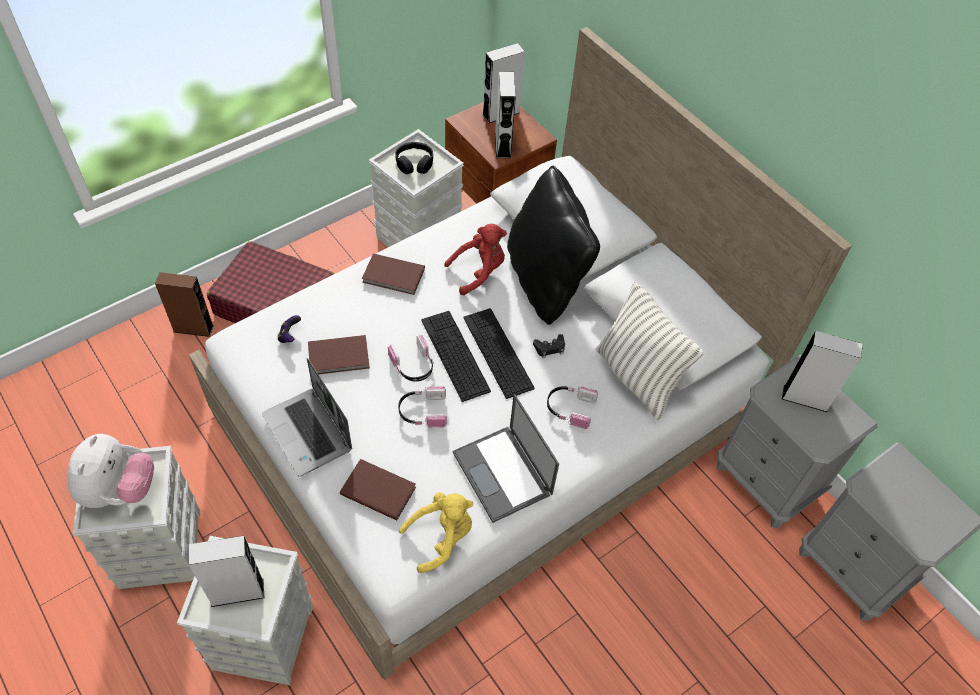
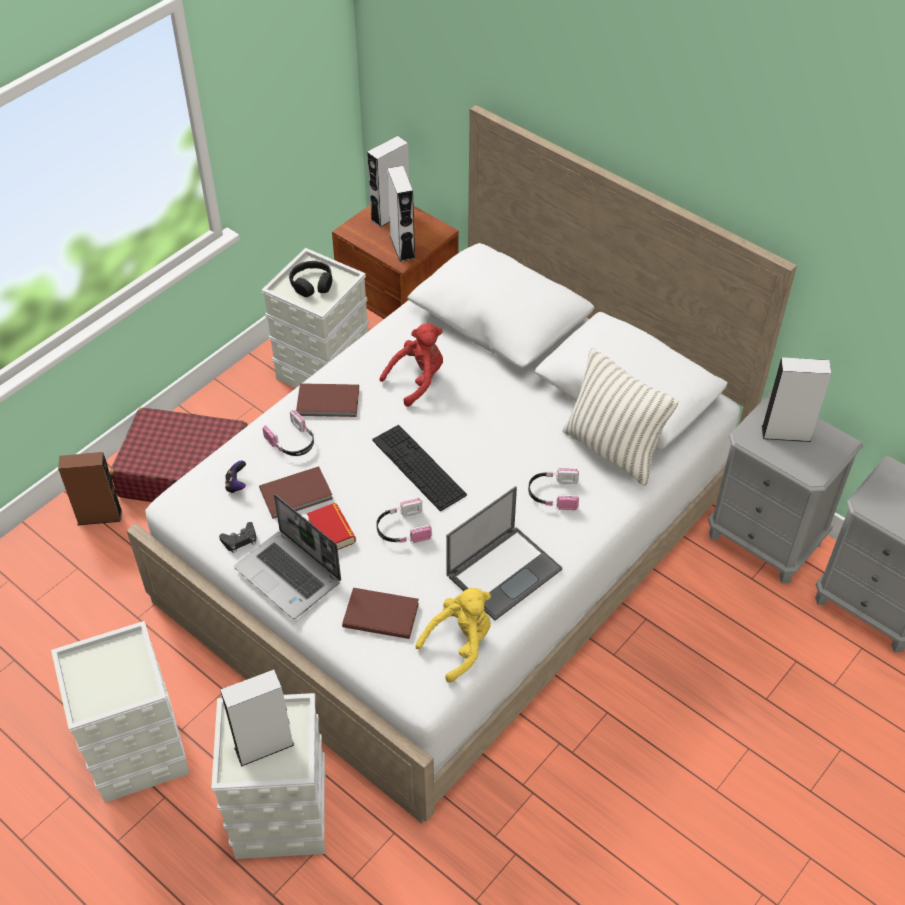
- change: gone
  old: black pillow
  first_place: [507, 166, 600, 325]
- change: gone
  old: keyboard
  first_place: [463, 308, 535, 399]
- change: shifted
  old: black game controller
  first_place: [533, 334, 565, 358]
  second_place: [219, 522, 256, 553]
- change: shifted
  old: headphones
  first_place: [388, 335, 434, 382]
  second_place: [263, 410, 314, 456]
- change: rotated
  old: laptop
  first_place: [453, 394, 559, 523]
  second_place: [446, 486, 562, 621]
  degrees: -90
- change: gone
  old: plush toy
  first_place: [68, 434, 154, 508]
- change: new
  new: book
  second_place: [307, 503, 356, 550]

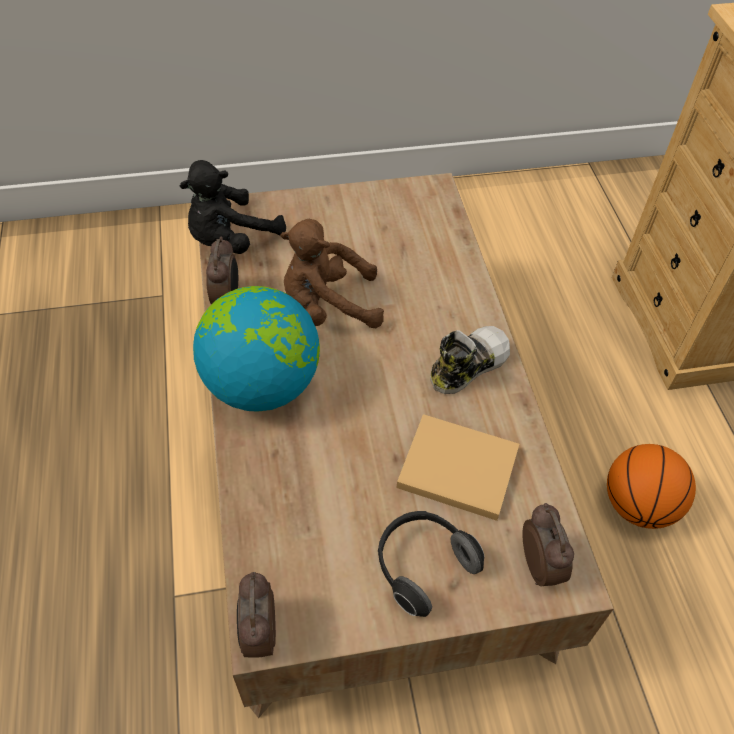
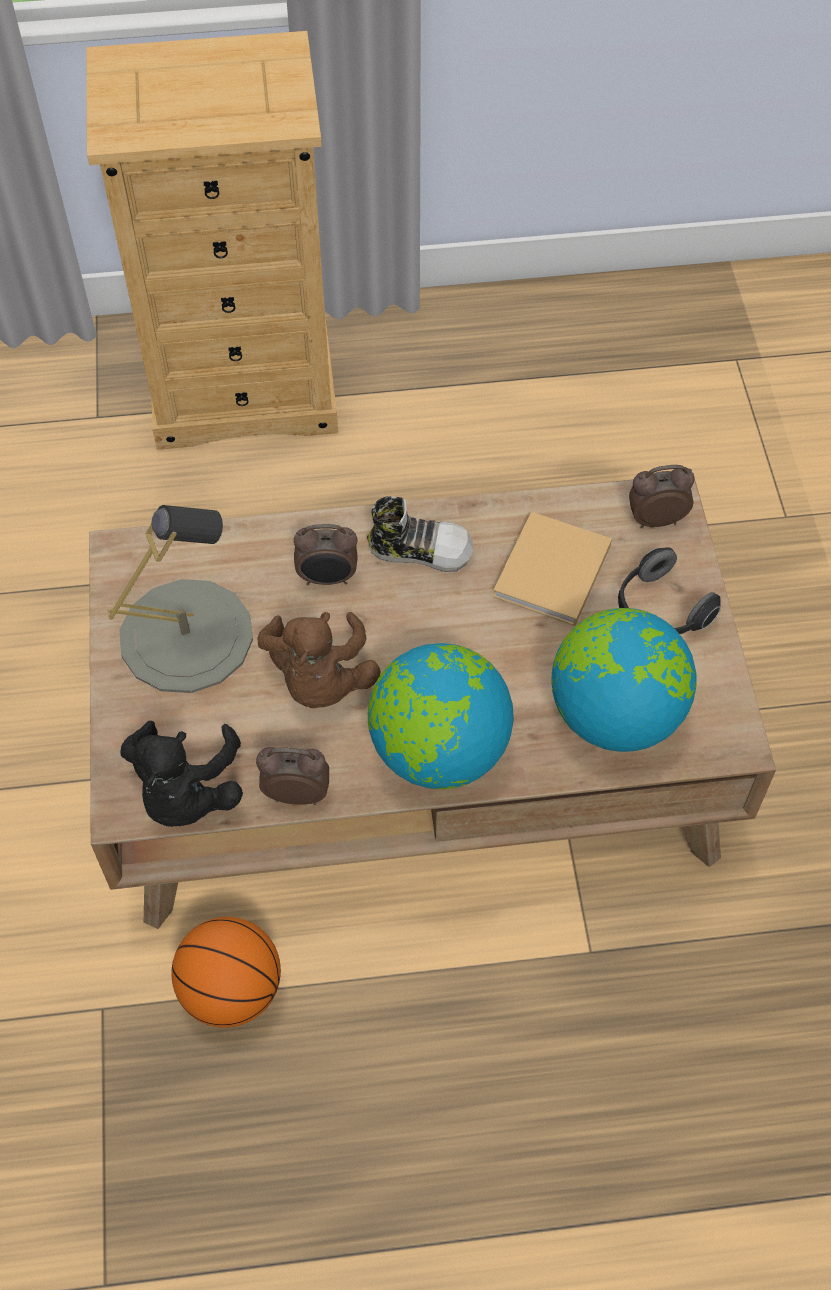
- change: rotated
  old: black plush toy
  first_place: [180, 160, 286, 254]
  second_place: [120, 721, 243, 827]
  degrees: 45
- change: rotated
  old: shoe
  first_place: [430, 326, 510, 394]
  second_place: [367, 496, 473, 572]
  degrees: 135
- change: shifted
  old: basketball
  first_place: [607, 444, 696, 529]
  second_place: [172, 917, 281, 1028]
- change: shifted
  old: alarm clock
  first_place: [237, 572, 276, 658]
  second_place: [294, 524, 358, 585]
- change: new
  new: grey table lamp
  second_place: [107, 505, 253, 693]
- change: new
  new: globe
  second_place: [551, 608, 697, 752]

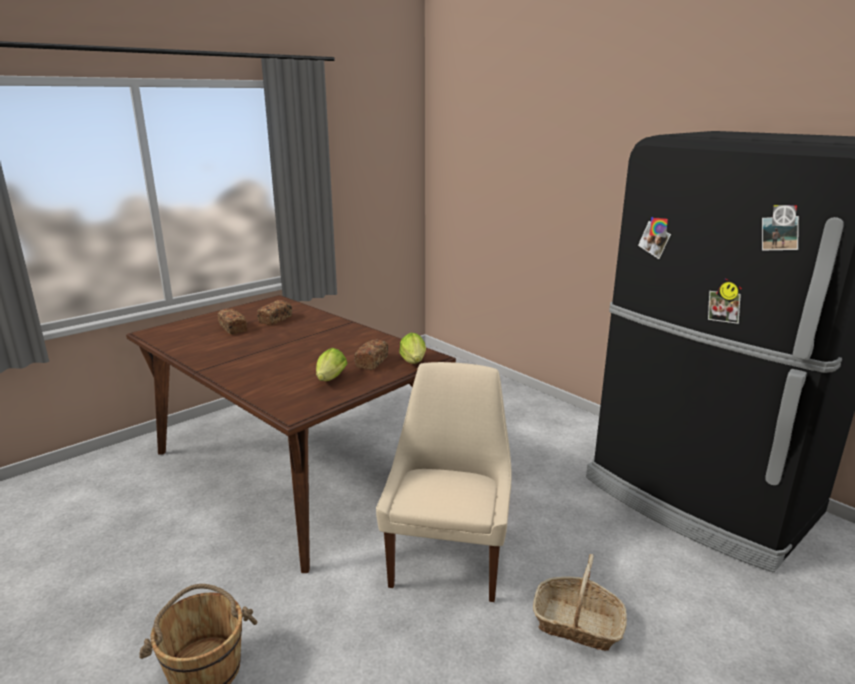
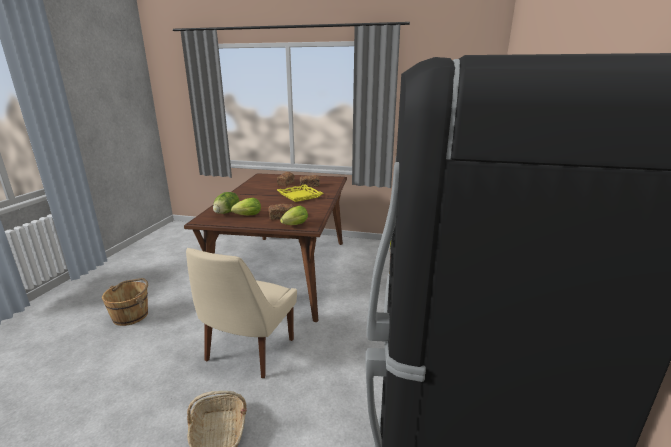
- change: rotated
  old: beige chair
  first_place: [376, 362, 512, 602]
  second_place: [186, 248, 297, 378]
  degrees: 135
- change: new
  new: yellow tray
  second_place: [277, 185, 323, 202]
- change: new
  new: lettuce
  second_place: [213, 192, 239, 214]

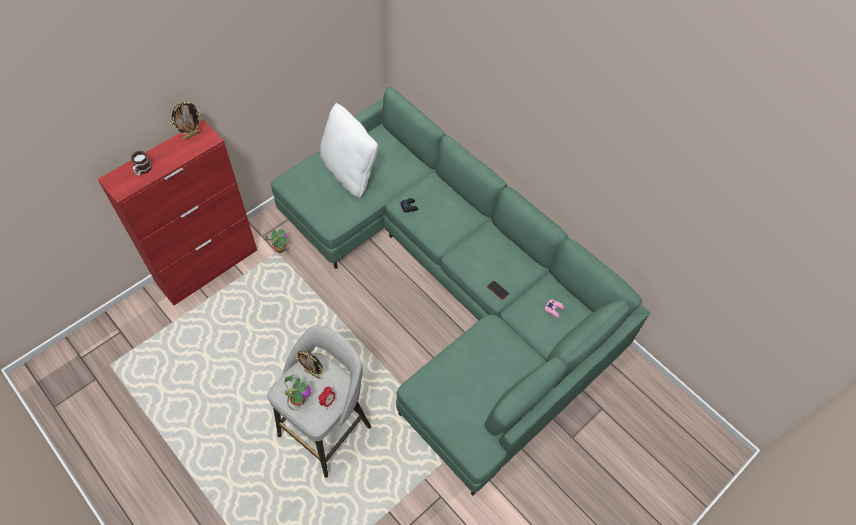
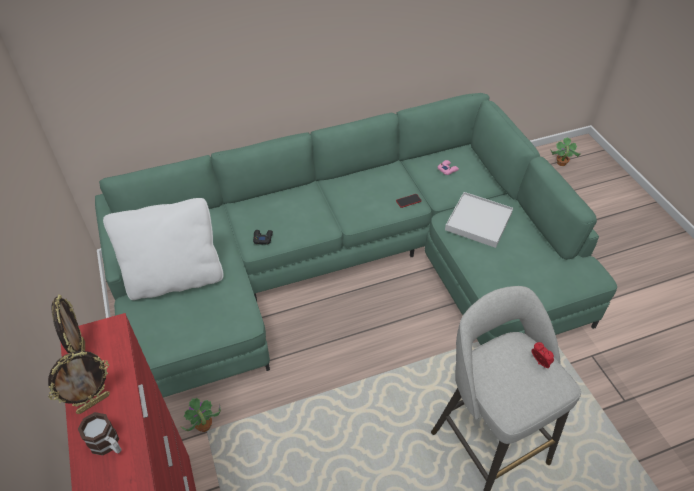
- change: shifted
  old: picture frame
  first_place: [295, 351, 324, 379]
  second_place: [48, 351, 110, 414]
- change: shifted
  old: potted plant
  first_place: [284, 374, 311, 411]
  second_place: [550, 137, 581, 166]
- change: new
  new: white tray
  second_place: [445, 192, 513, 248]

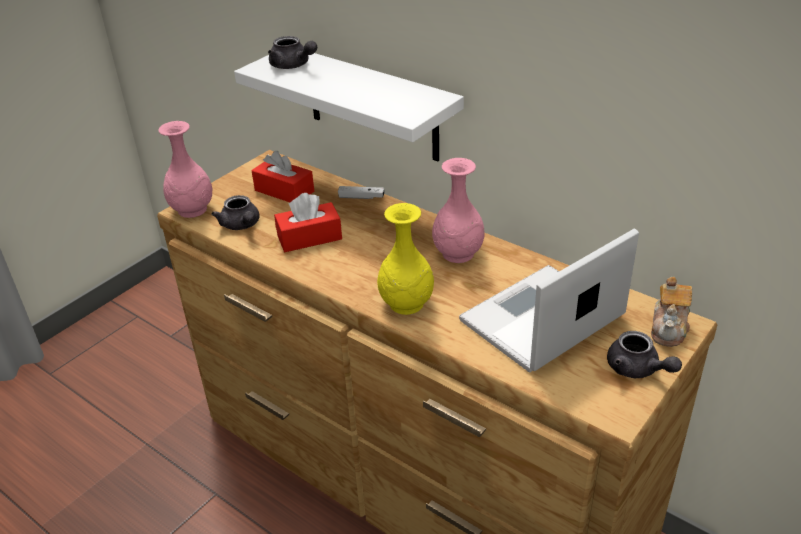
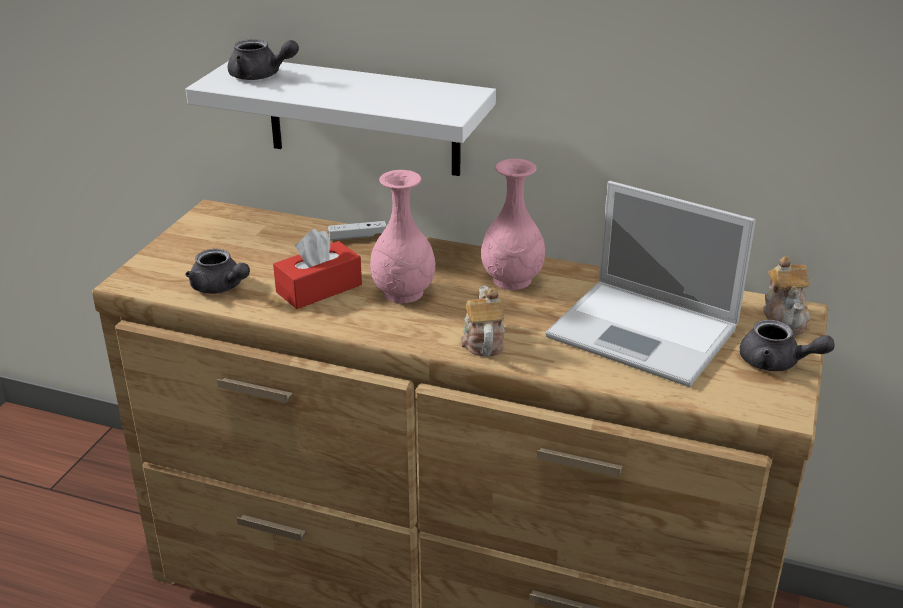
- change: shifted
  old: pink vase
  first_place: [158, 121, 212, 218]
  second_place: [370, 170, 436, 303]
- change: gone
  old: red tissue box
  first_place: [251, 151, 314, 202]
- change: swapped
  old: yellow vase
  new: teapot
  first_place: [377, 203, 434, 315]
  second_place: [461, 285, 505, 357]
- change: rotated
  old: laptop
  first_place: [459, 228, 639, 373]
  second_place: [545, 181, 756, 387]
  degrees: -90

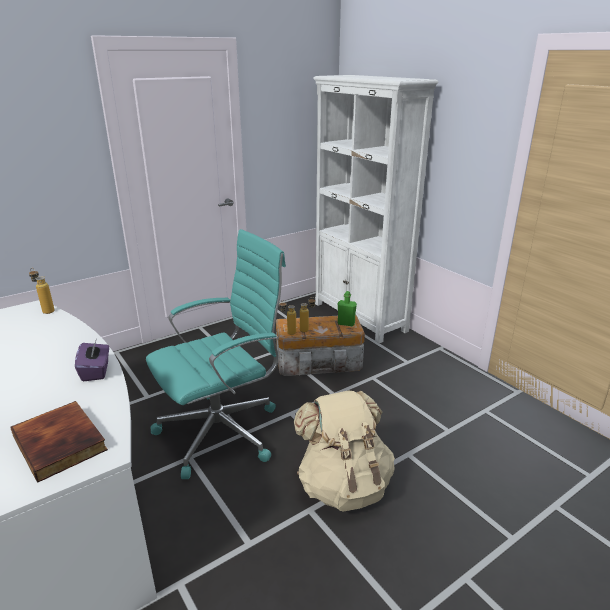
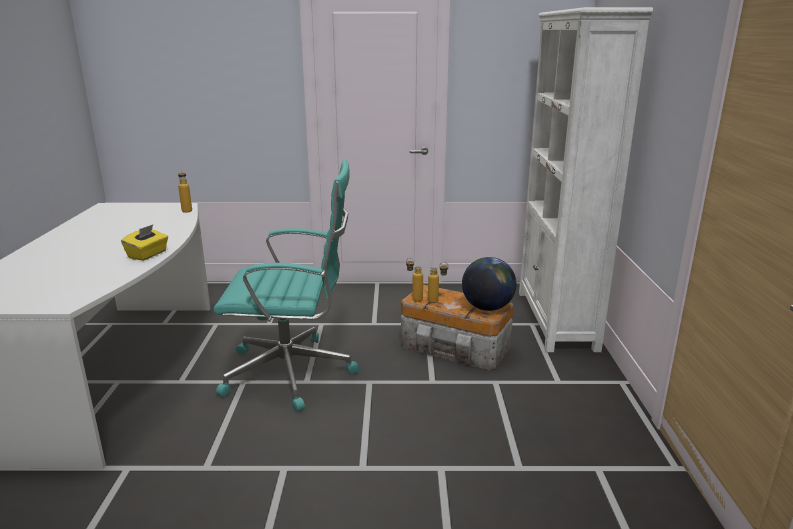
- change: swapped
  old: green bottle
  new: globe
  first_place: [338, 291, 357, 326]
  second_place: [462, 257, 517, 311]
- change: repainted
  old: purple tissue box
  new: yellow tissue box
  first_place: [75, 339, 109, 382]
  second_place: [121, 225, 168, 261]
- change: gone
  old: beige backpack
  first_place: [294, 390, 395, 512]
- change: gone
  old: book
  first_place: [11, 401, 108, 482]

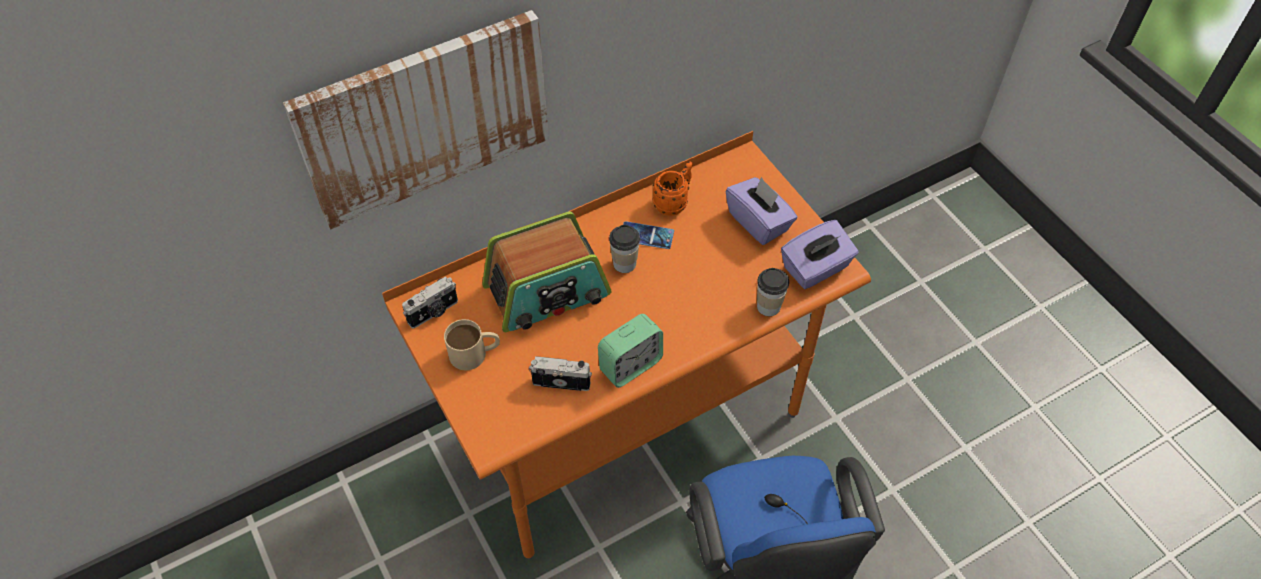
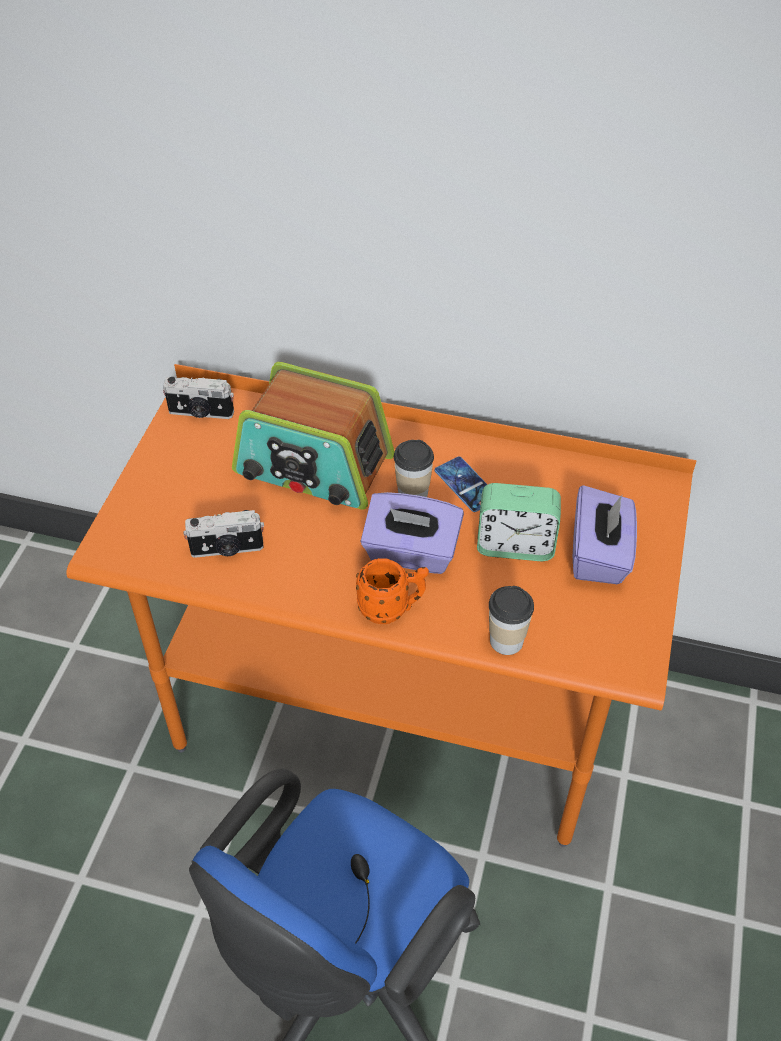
- change: gone
  old: picture
  first_place: [283, 10, 549, 229]
- change: shifted
  old: orange mug
  first_place: [653, 161, 693, 216]
  second_place: [356, 558, 429, 624]
- change: shifted
  old: purple tissue box
  first_place: [781, 220, 858, 289]
  second_place: [360, 492, 464, 574]
- change: shifted
  old: alarm clock
  first_place: [598, 314, 663, 388]
  second_place: [477, 483, 561, 561]
- change: gone
  old: beige mug
  first_place: [444, 319, 500, 370]
- change: rotated
  old: photo camera
  first_place: [529, 356, 592, 391]
  second_place: [184, 510, 264, 558]
  degrees: 120

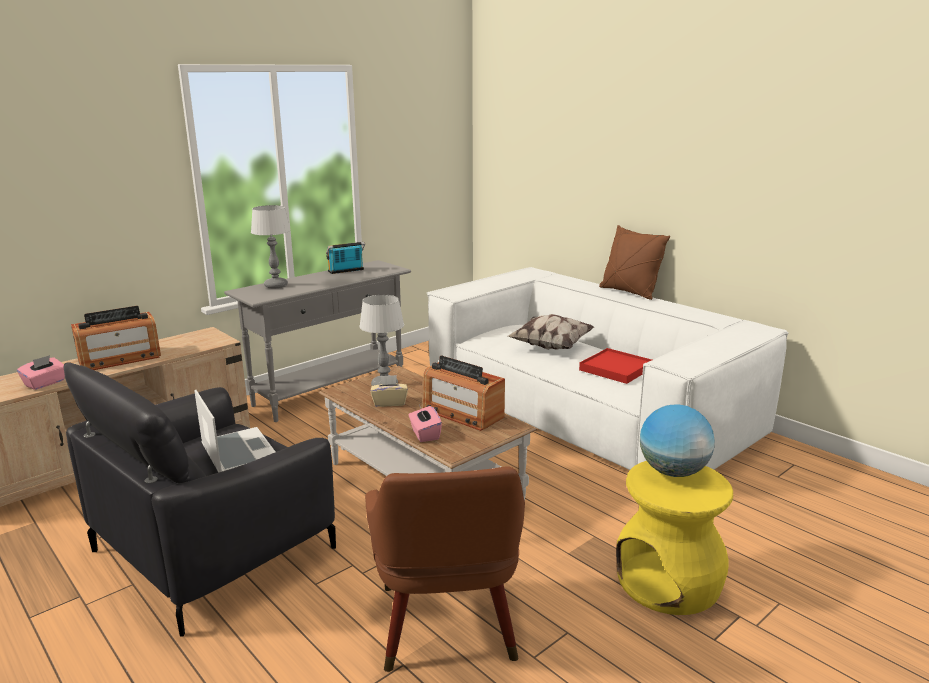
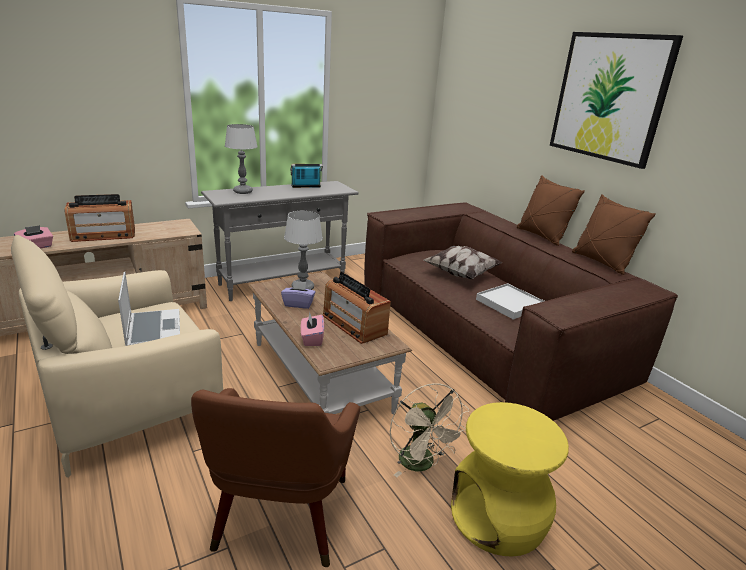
- change: repainted
  old: white sofa
  new: brown sofa
  first_place: [427, 267, 788, 470]
  second_place: [364, 202, 678, 421]
- change: repainted
  old: red tray
  new: white tray
  first_place: [579, 348, 652, 384]
  second_place: [476, 283, 544, 320]
- change: repainted
  old: black armchair
  new: beige armchair
  first_place: [64, 362, 336, 637]
  second_place: [11, 235, 223, 478]
- change: repainted
  old: beige tissue box
  new: purple tissue box
  first_place: [370, 375, 408, 407]
  second_place: [281, 280, 316, 309]
- change: gone
  old: globe
  first_place: [640, 405, 715, 477]
- change: new
  new: picture
  second_place: [550, 32, 683, 169]
- change: new
  new: brown pillow
  second_place: [572, 194, 656, 275]
- change: new
  new: beige fan
  second_place: [390, 383, 469, 477]

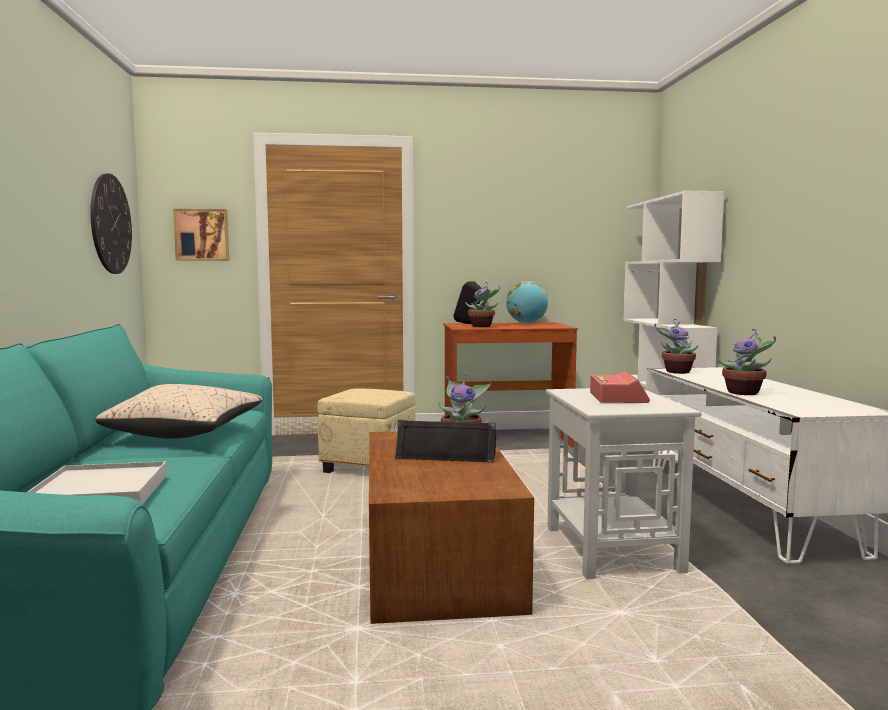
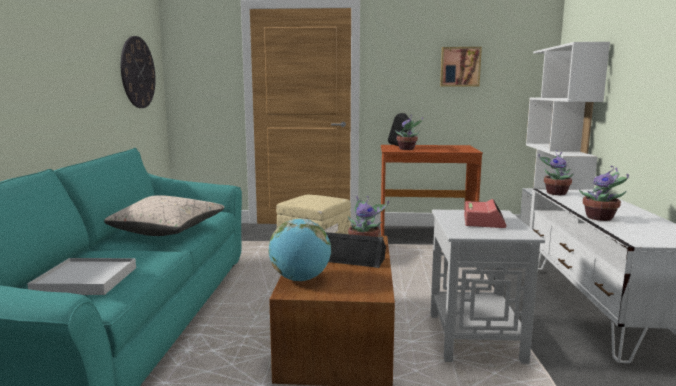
- change: shifted
  old: picture
  first_place: [173, 209, 229, 261]
  second_place: [440, 47, 482, 87]
- change: shifted
  old: globe
  first_place: [506, 281, 548, 324]
  second_place: [268, 219, 331, 281]

